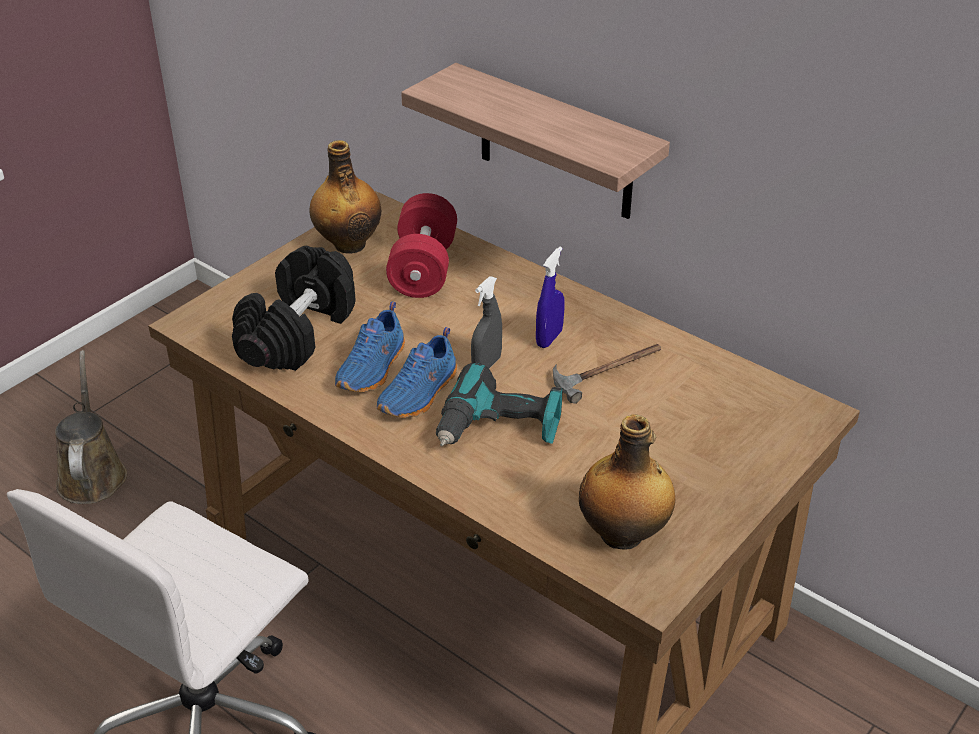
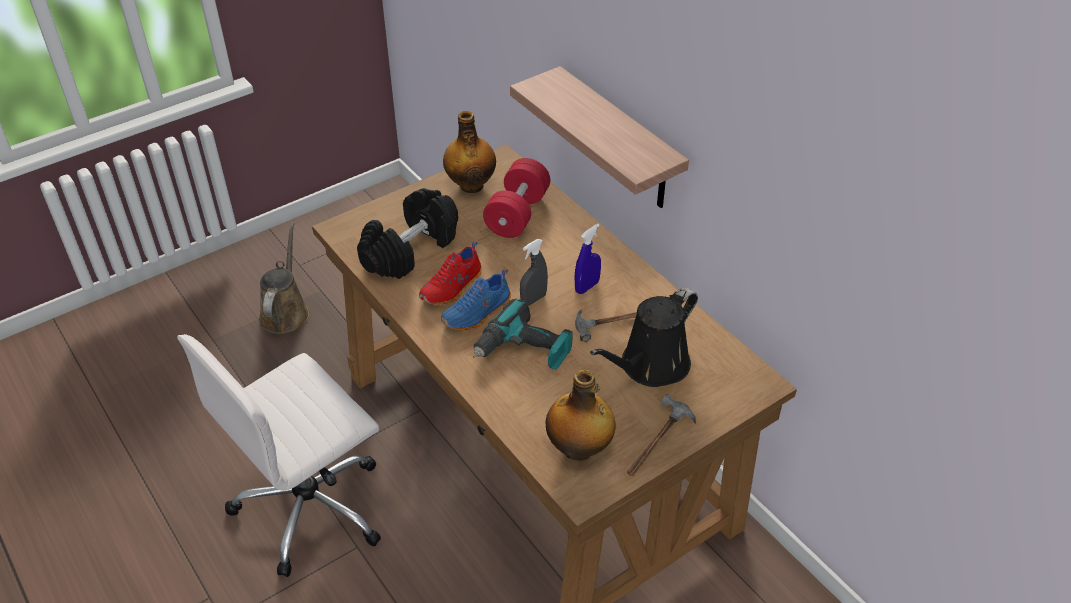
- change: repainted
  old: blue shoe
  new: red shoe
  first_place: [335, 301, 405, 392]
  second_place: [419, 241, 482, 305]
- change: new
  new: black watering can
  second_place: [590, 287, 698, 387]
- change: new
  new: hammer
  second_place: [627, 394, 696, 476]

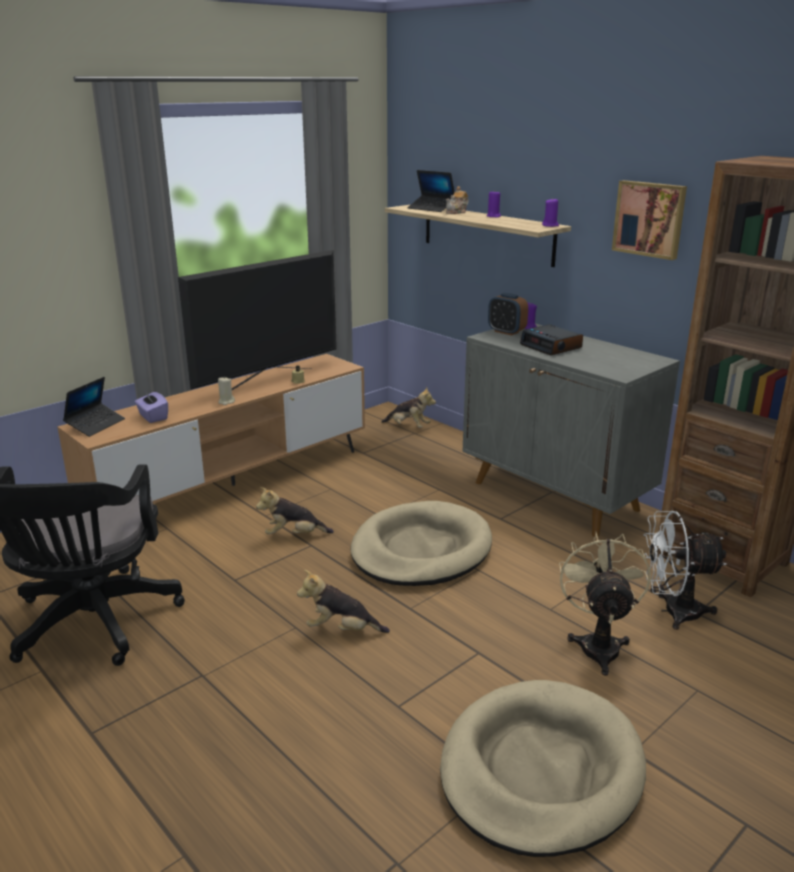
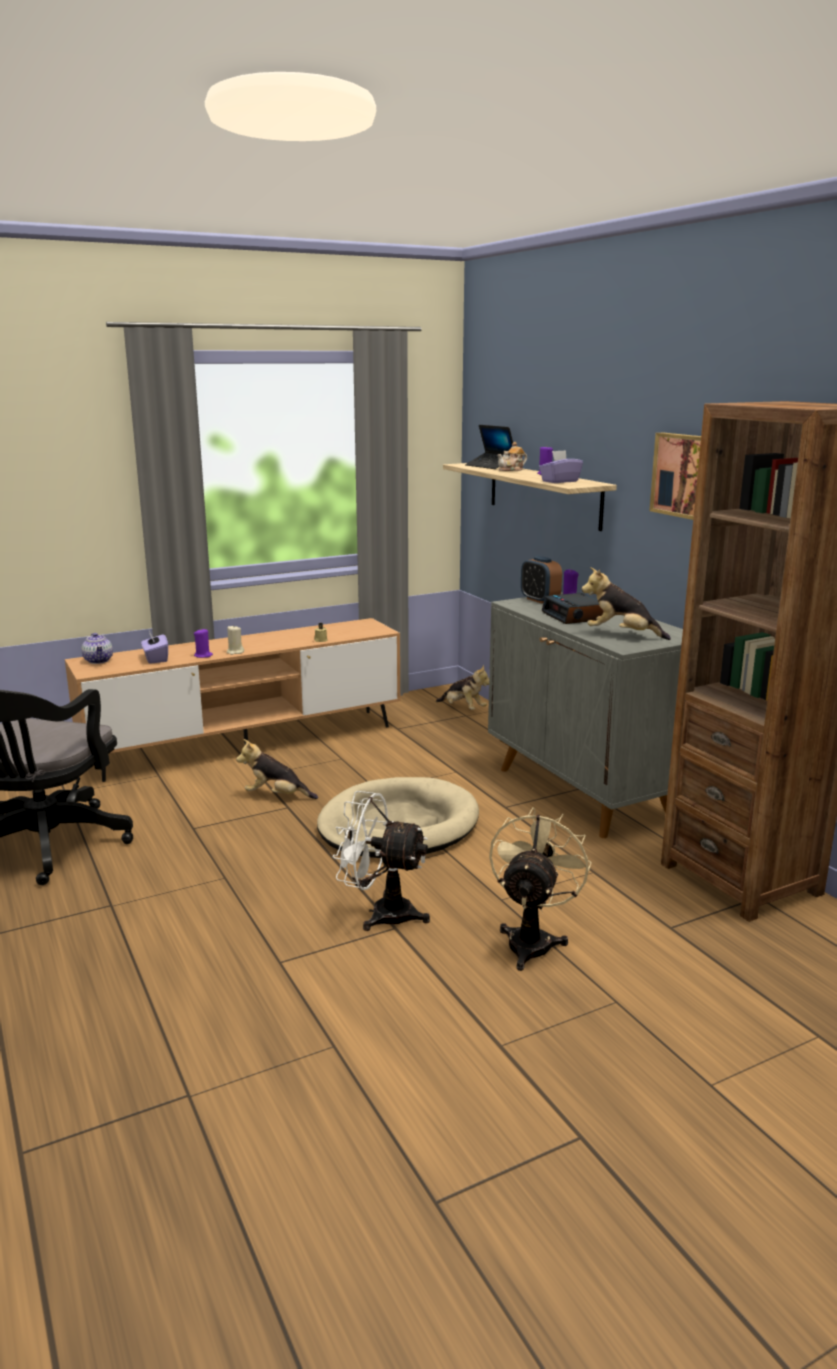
- change: shifted
  old: purple candle
  first_place: [542, 198, 559, 227]
  second_place: [194, 629, 213, 658]
- change: gone
  old: television
  first_place: [178, 250, 337, 390]
- change: swapped
  old: laptop
  new: teapot
  first_place: [63, 377, 125, 437]
  second_place: [81, 633, 113, 664]
- change: shifted
  old: white fan
  first_place: [643, 511, 727, 630]
  second_place: [332, 791, 430, 931]
- change: shifted
  old: plush toy
  first_place: [297, 570, 390, 633]
  second_place: [581, 567, 671, 640]
- change: gone
  old: beige dog bed
  first_place: [440, 680, 646, 857]
- change: new
  new: purple tissue box
  second_place: [539, 450, 583, 483]

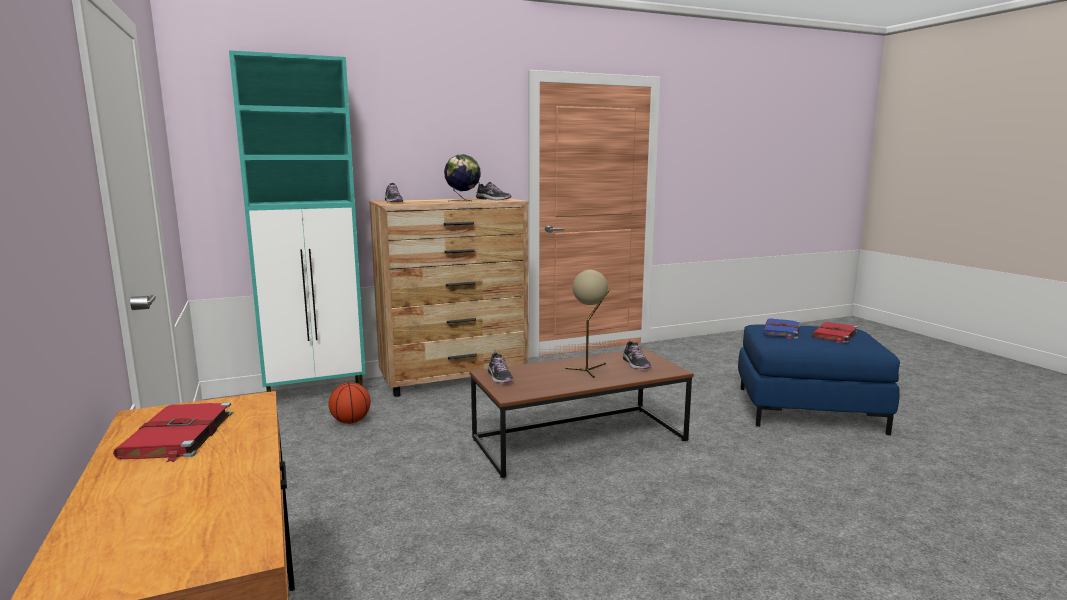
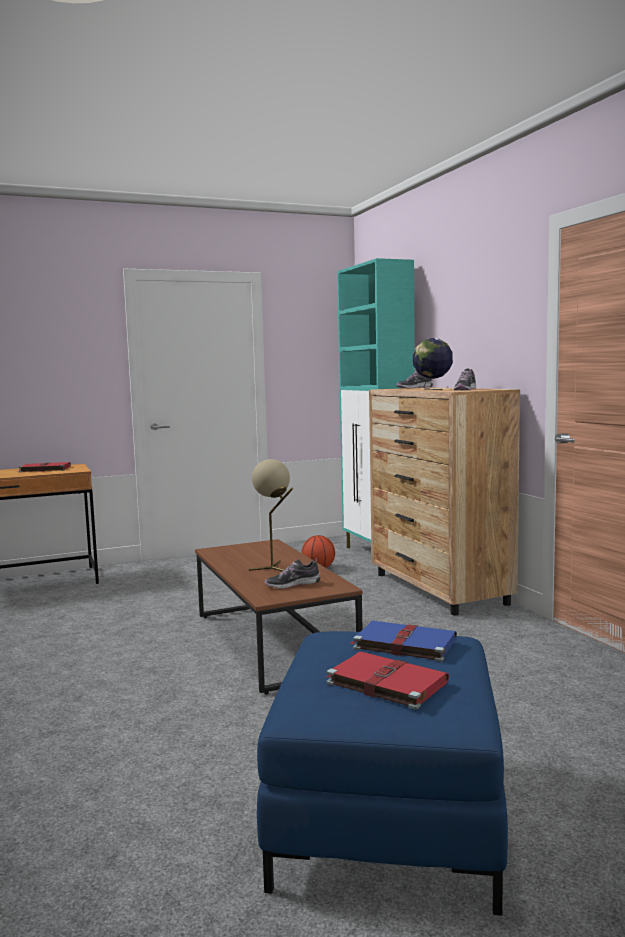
- change: gone
  old: shoe
  first_place: [488, 350, 513, 383]

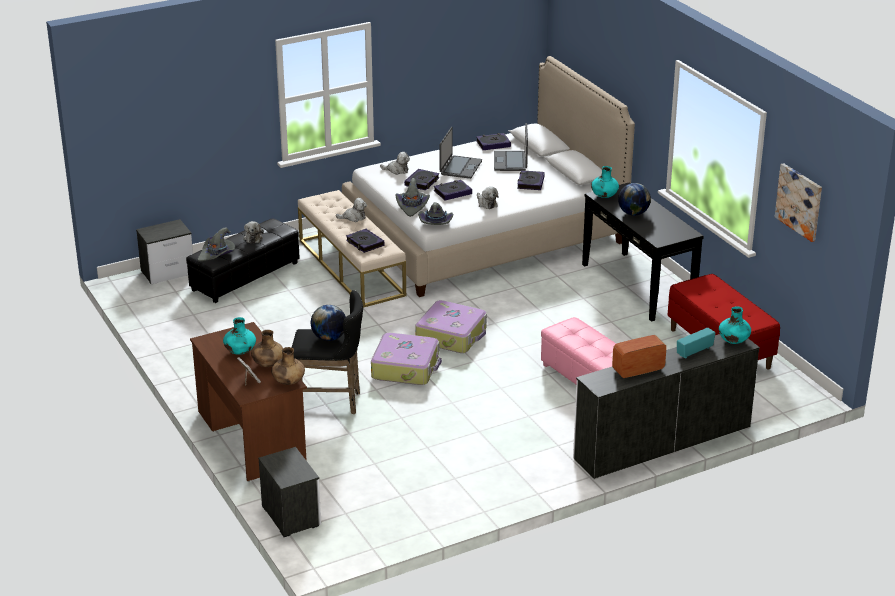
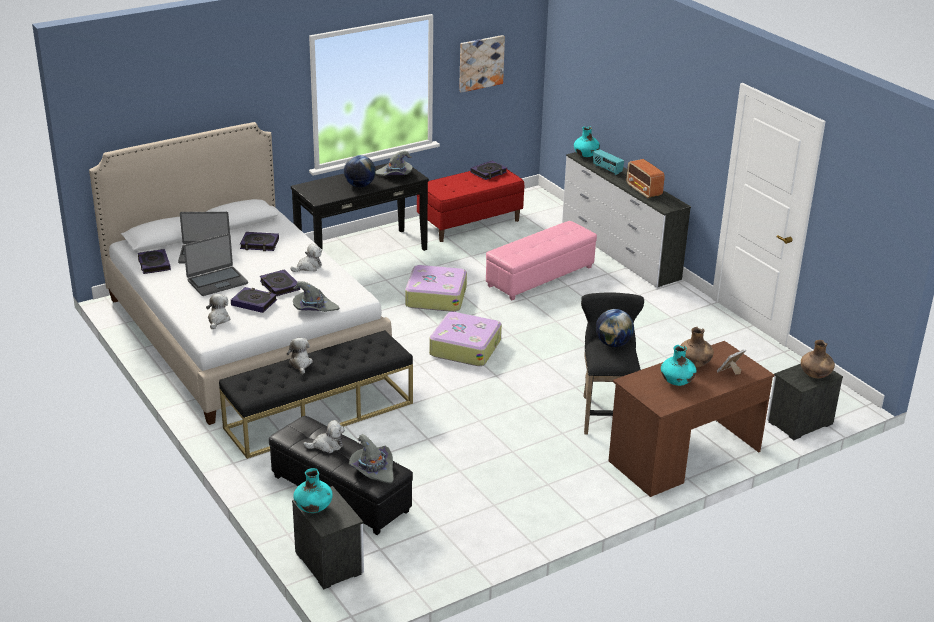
- change: rotated
  old: laptop
  first_place: [440, 127, 482, 179]
  second_place: [184, 233, 248, 296]
  degrees: 135
- change: shifted
  old: turquoise vase
  first_place: [591, 166, 619, 198]
  second_place: [293, 468, 333, 513]
- change: repainted
  old: beige bench
  new: black bench
  first_place: [298, 190, 406, 308]
  second_place: [219, 330, 413, 459]
- change: shifted
  old: grey hat
  first_place: [418, 202, 453, 225]
  second_place: [375, 151, 413, 176]
- change: shifted
  old: book
  first_place: [346, 229, 384, 253]
  second_place: [470, 160, 507, 180]
- change: shifted
  old: suitcase
  first_place: [371, 333, 442, 385]
  second_place: [405, 265, 467, 312]
- change: shifted
  old: brown vase
  first_place: [271, 347, 305, 385]
  second_place: [801, 340, 835, 378]

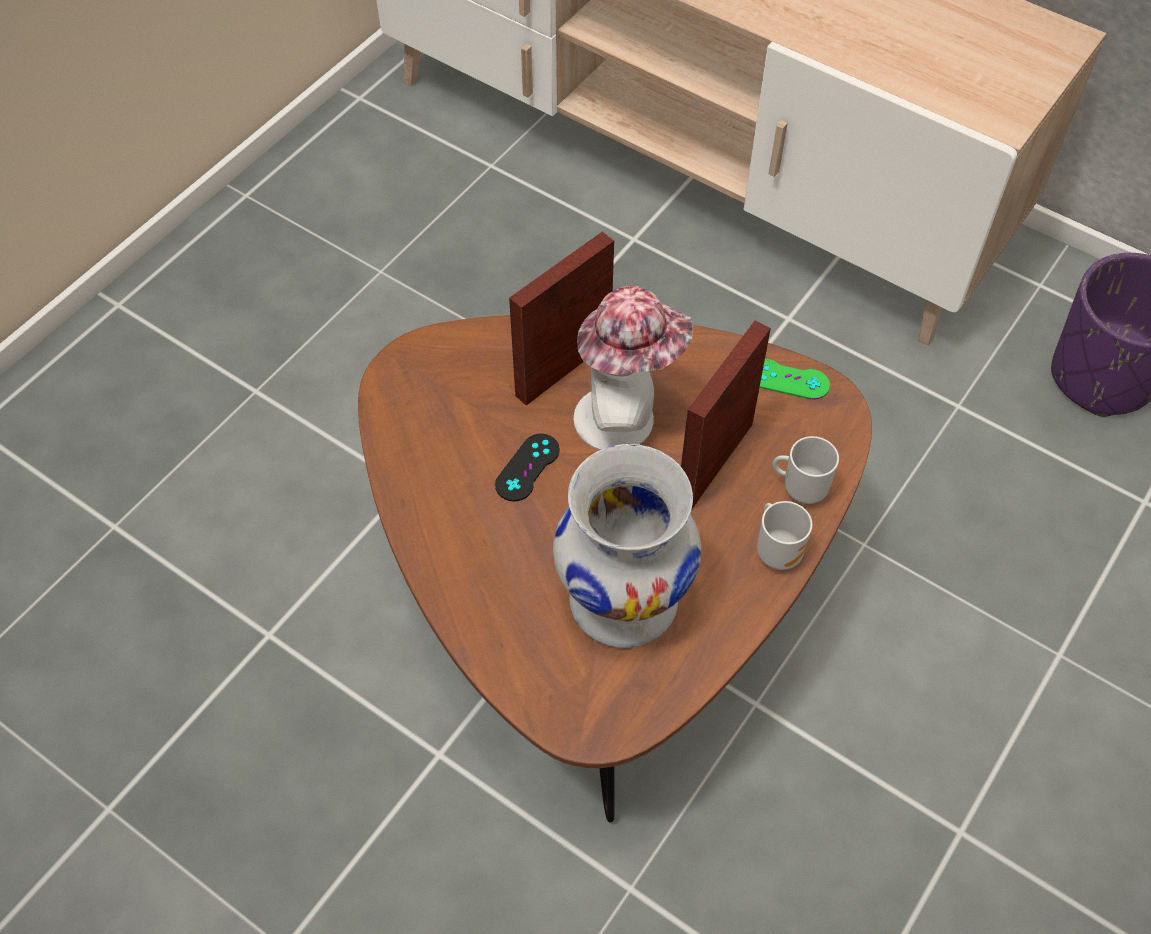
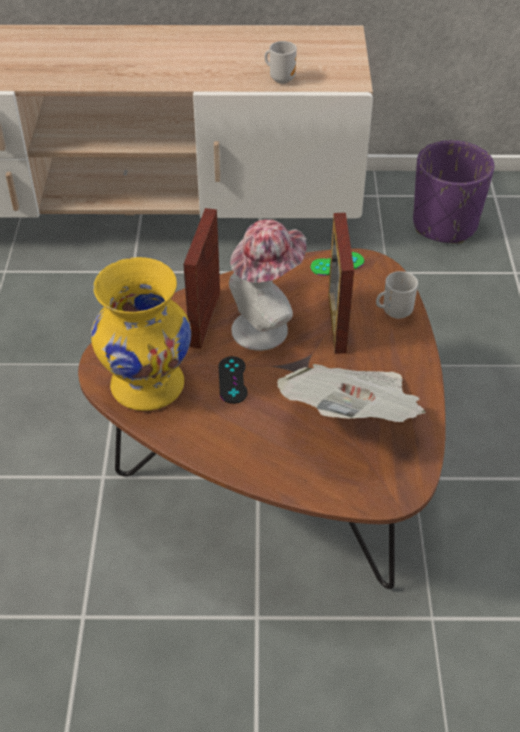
- change: swapped
  old: white vase
  new: newspaper
  first_place: [553, 444, 701, 648]
  second_place: [277, 364, 426, 422]
- change: shifted
  old: mug
  first_place: [757, 501, 812, 570]
  second_place: [265, 41, 297, 84]
- change: new
  new: yellow vase
  second_place: [91, 257, 191, 411]

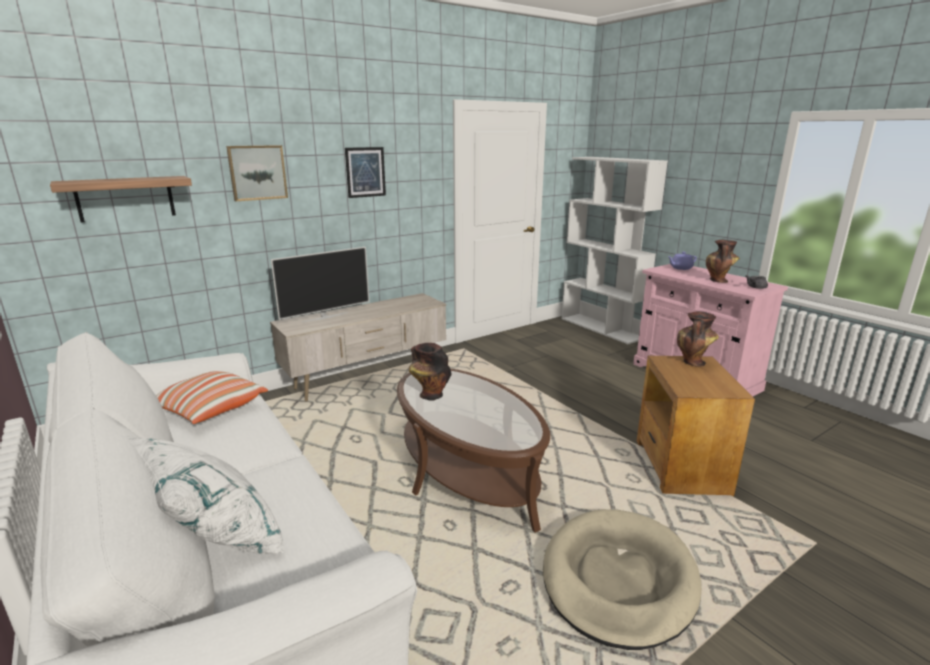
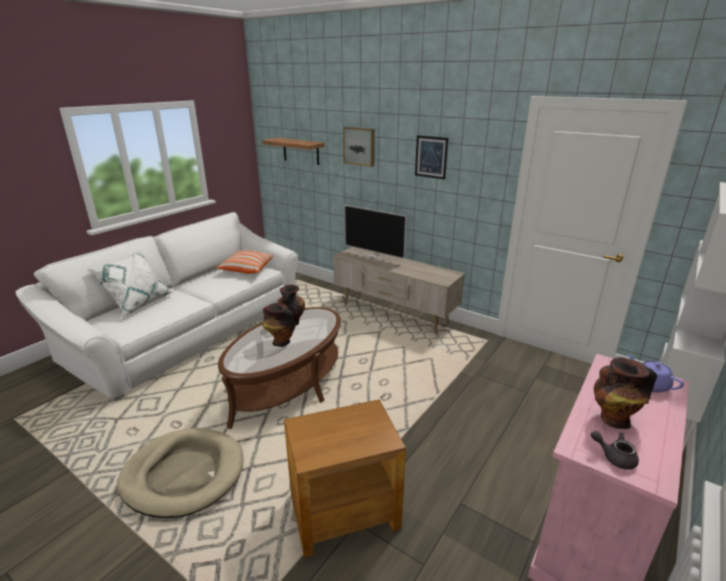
- change: shifted
  old: vase
  first_place: [677, 311, 719, 367]
  second_place: [263, 303, 296, 347]

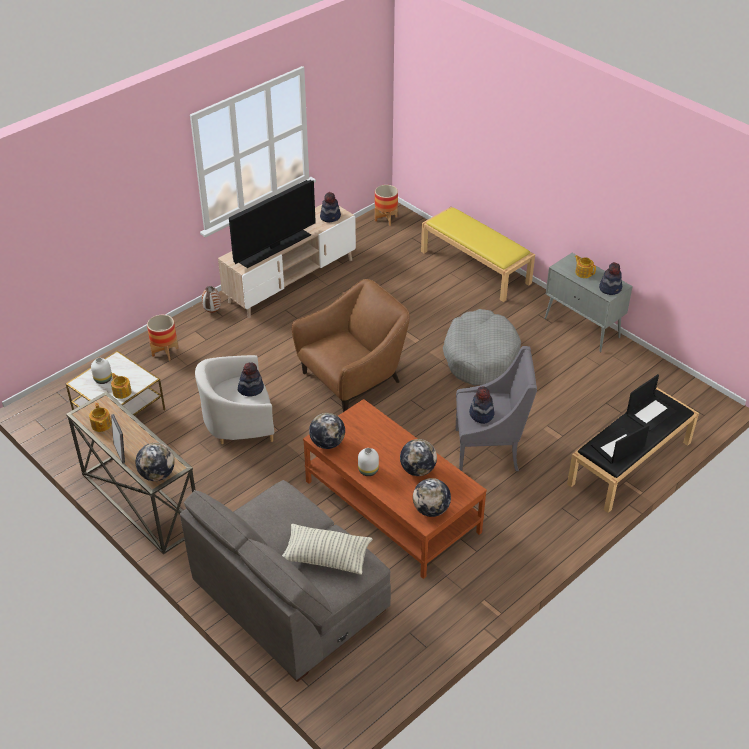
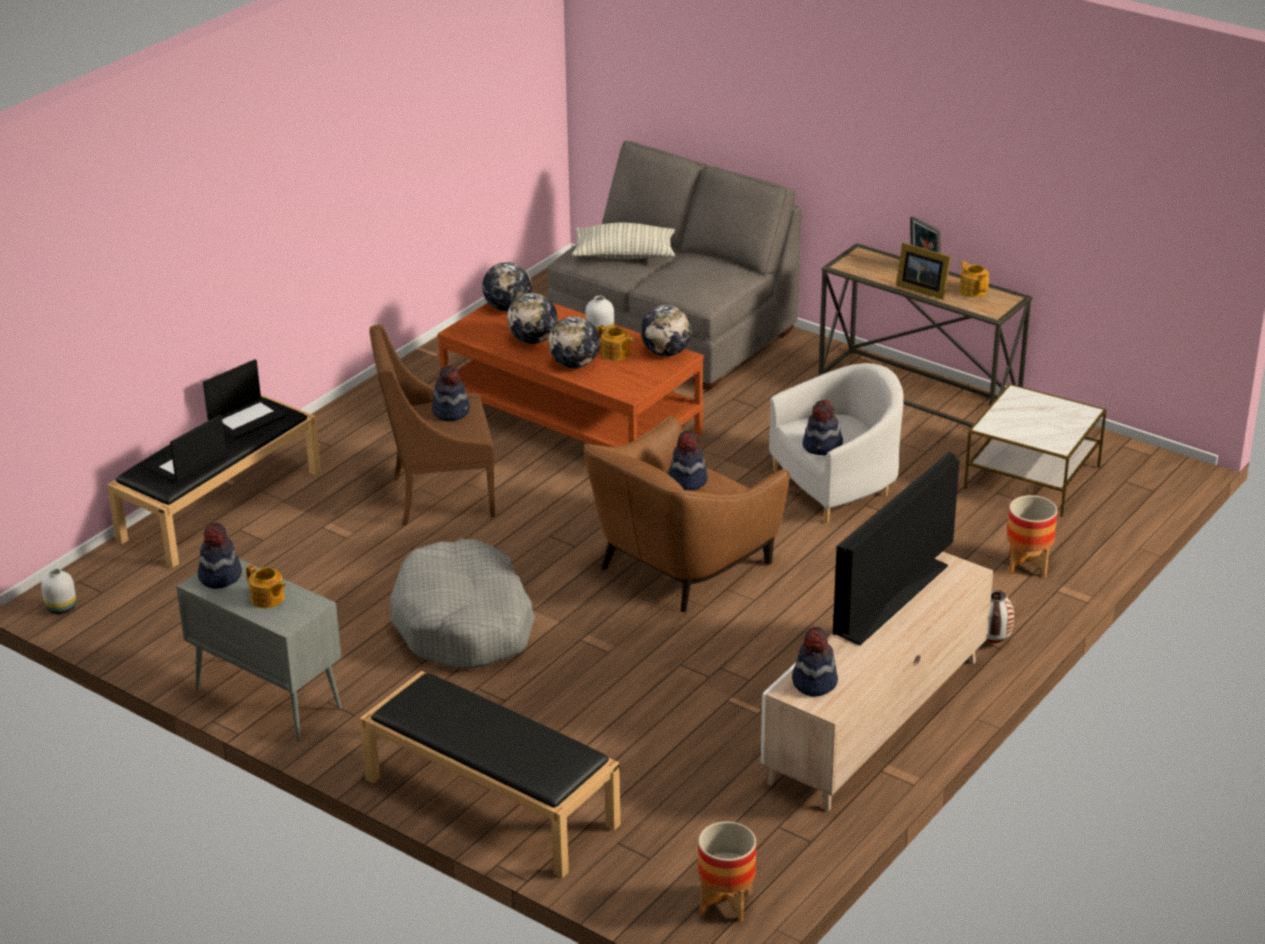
- change: repainted
  old: yellow bench
  new: black bench
  first_place: [421, 207, 535, 302]
  second_place: [360, 671, 620, 878]
- change: repainted
  old: grey armchair
  new: brown armchair
  first_place: [456, 346, 537, 471]
  second_place: [370, 325, 495, 525]
- change: shifted
  old: white vase
  first_place: [91, 358, 112, 384]
  second_place: [41, 568, 76, 614]
- change: shifted
  old: teapot
  first_place: [111, 373, 131, 399]
  second_place: [598, 325, 634, 360]
- change: shifted
  old: globe
  first_place: [136, 443, 175, 481]
  second_place: [548, 317, 600, 368]
- change: new
  new: picture frame
  second_place: [896, 242, 951, 300]
- change: new
  new: hat
  second_place: [668, 431, 708, 491]

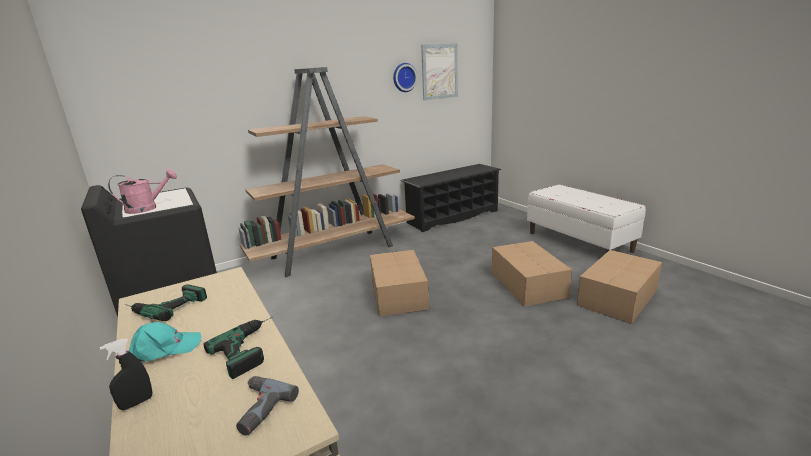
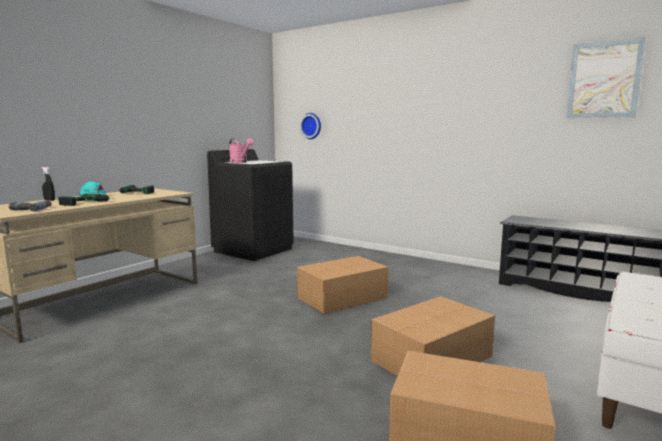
- change: shifted
  old: wall clock
  first_place: [393, 63, 417, 92]
  second_place: [300, 113, 321, 139]
- change: gone
  old: brown bookcase
  first_place: [238, 67, 415, 277]

